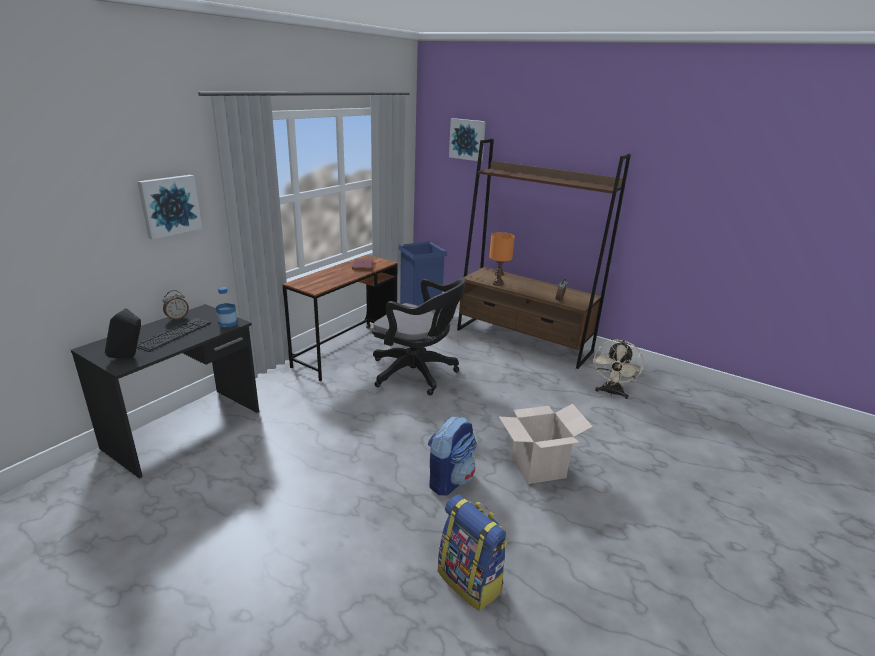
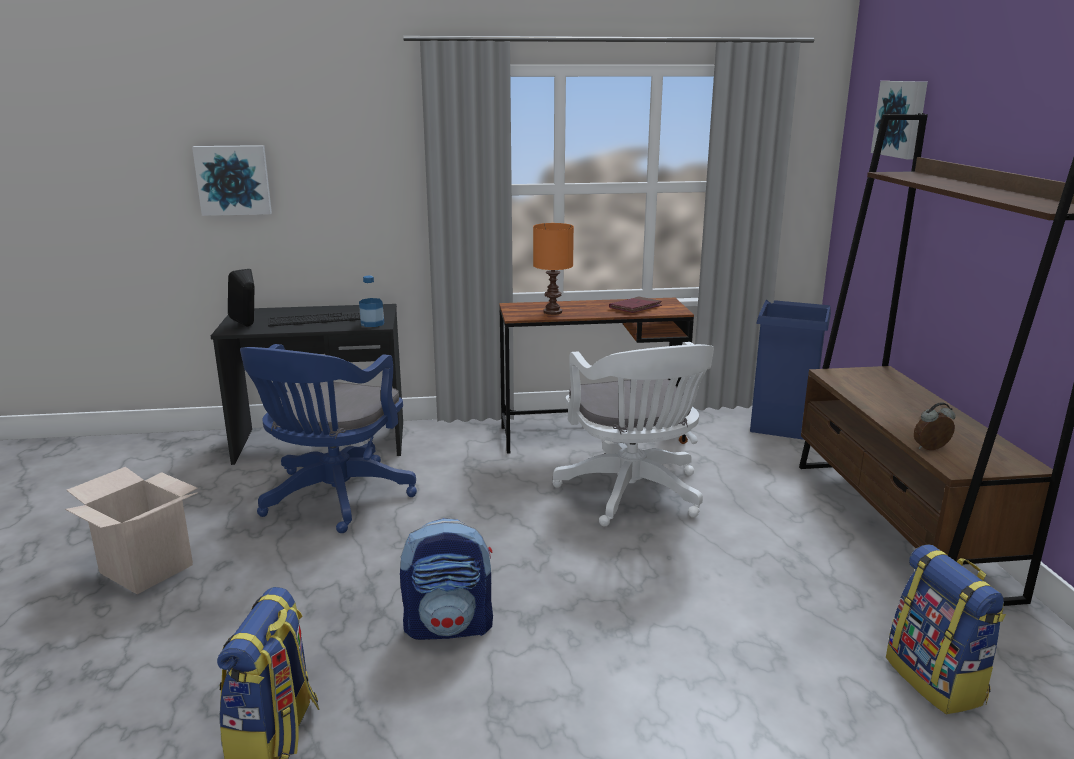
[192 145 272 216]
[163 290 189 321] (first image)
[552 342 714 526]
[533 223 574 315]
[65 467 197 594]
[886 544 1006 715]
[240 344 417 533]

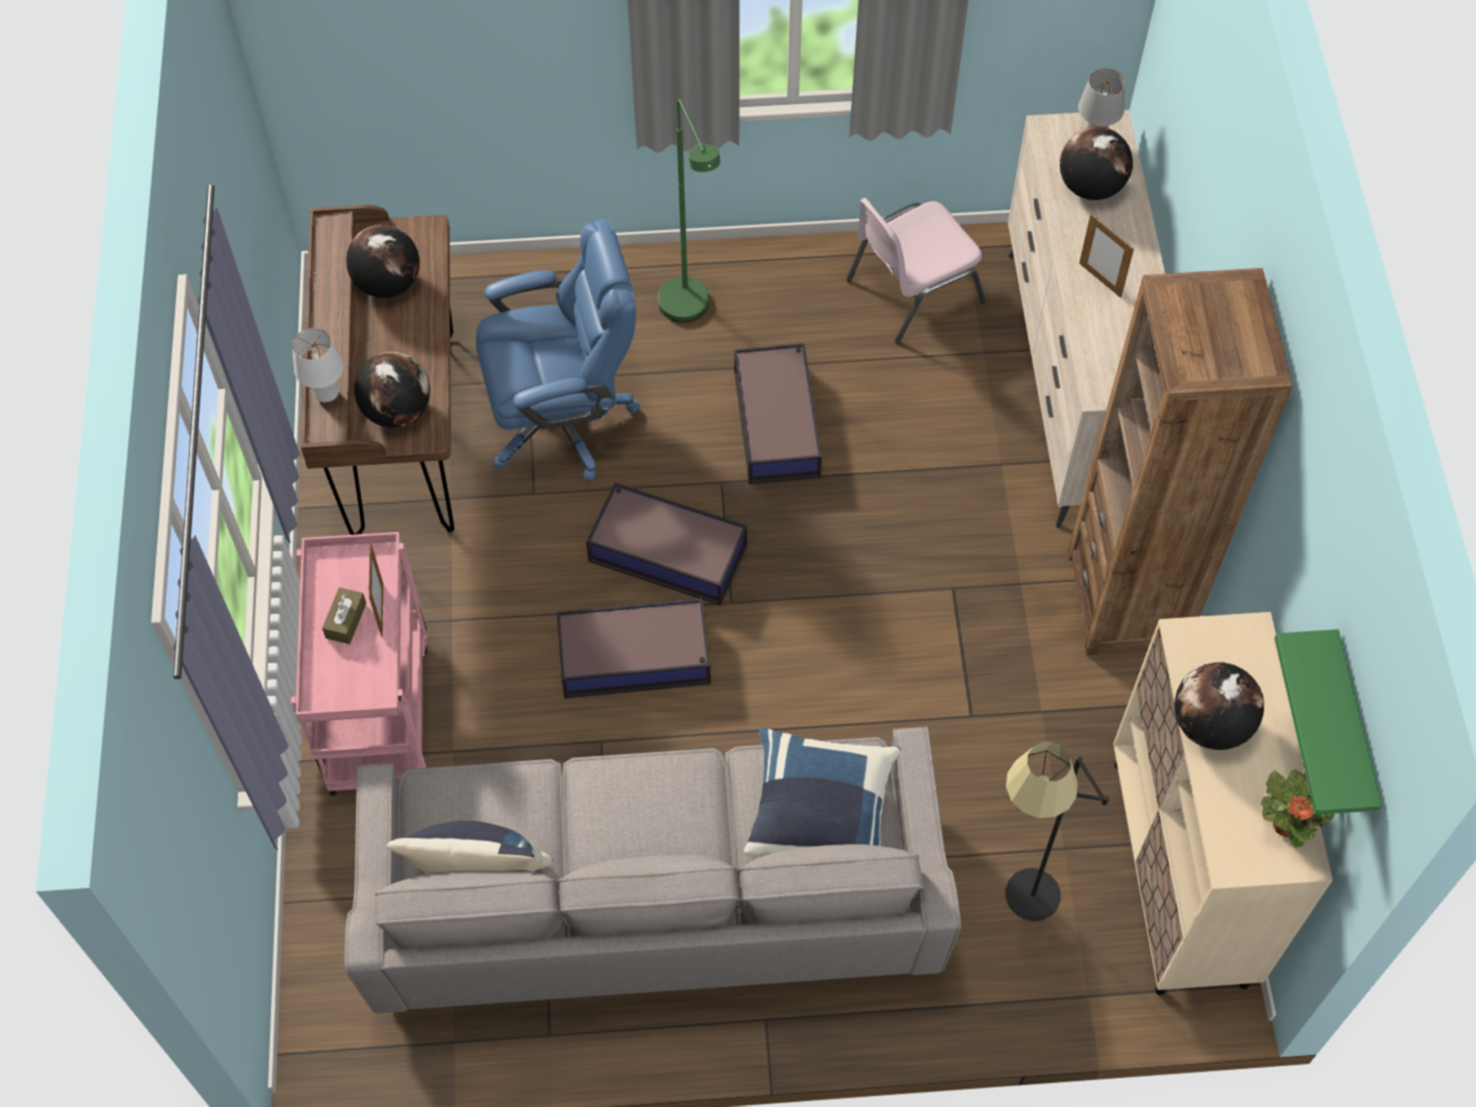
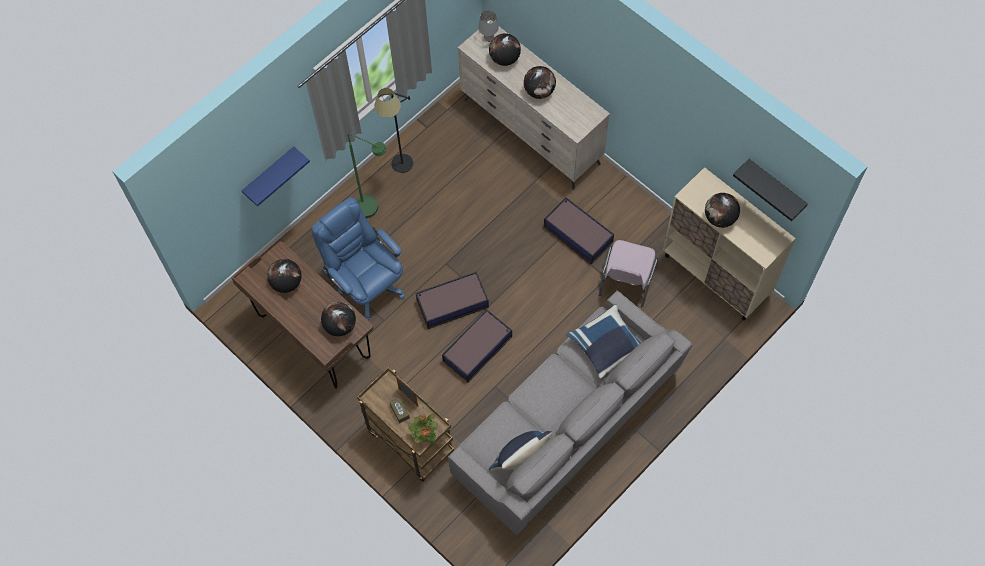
[357 367 454 482]
[292 328 343 403] (first image)
[312 197 405 321]
[544 197 614 264]
[599 240 658 307]
[374 88 413 173]
[1068 268 1293 655] (first image)
[524 66 556 99]
[408 414 438 443]
[733 159 808 221]
[242 147 310 207]

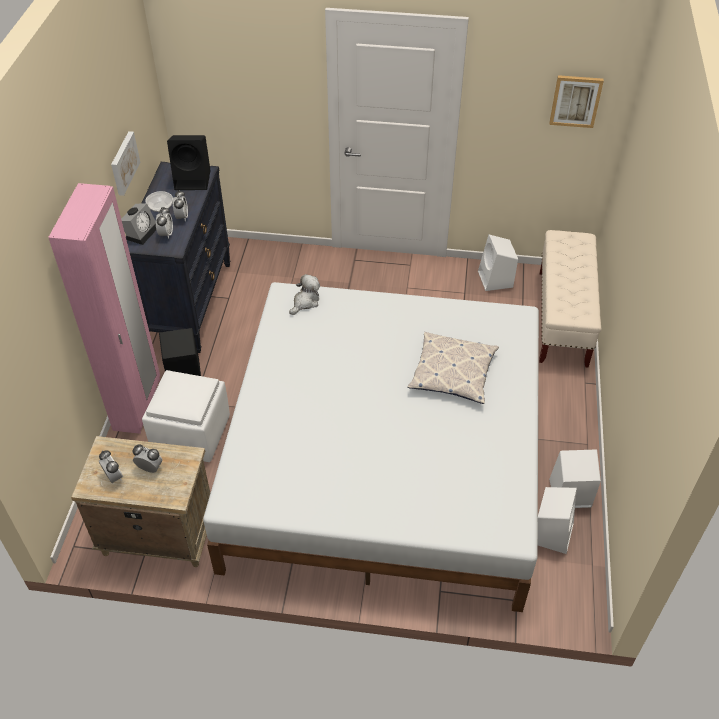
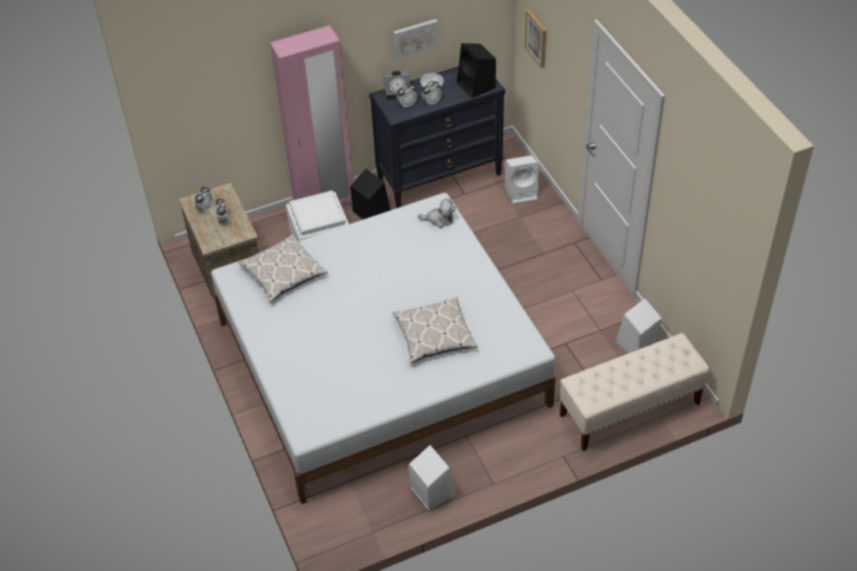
[505 155 538 204]
[525 9 547 68]
[238 234 328 302]

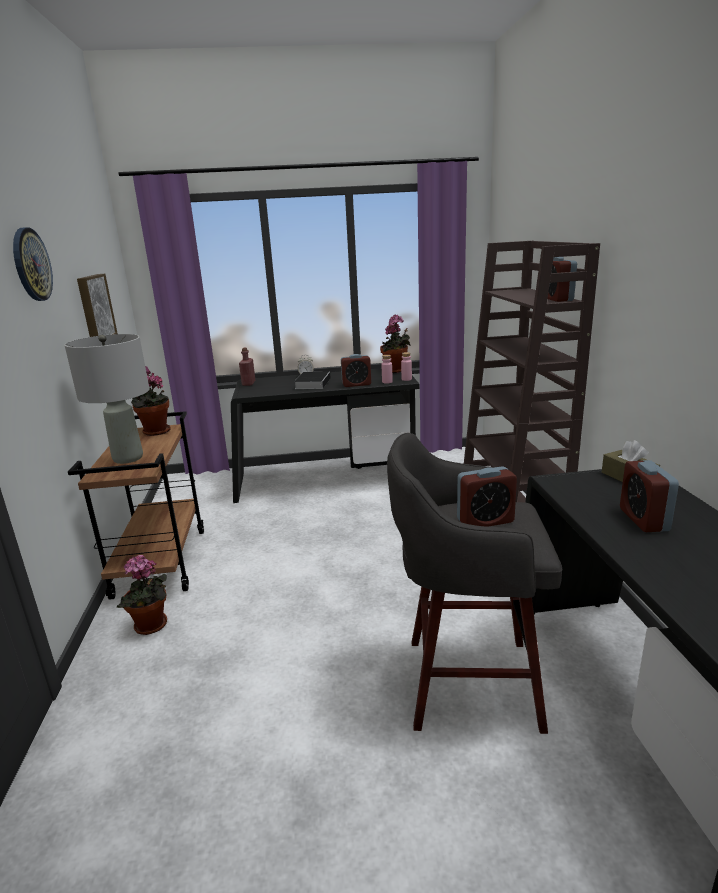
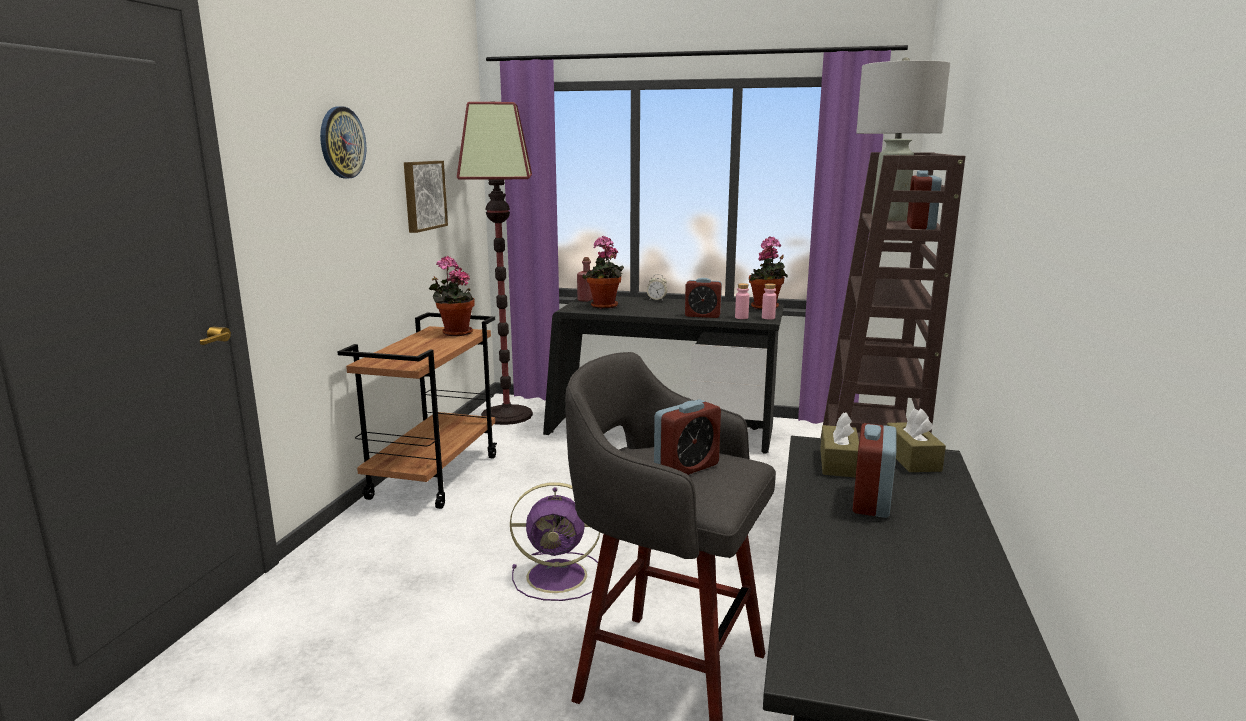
[856 57 950 221]
[582 236 624 309]
[294 372 331 389] (first image)
[654 399 721 475]
[457 102 533 425]
[510 482 600 601]
[820 412 859 478]

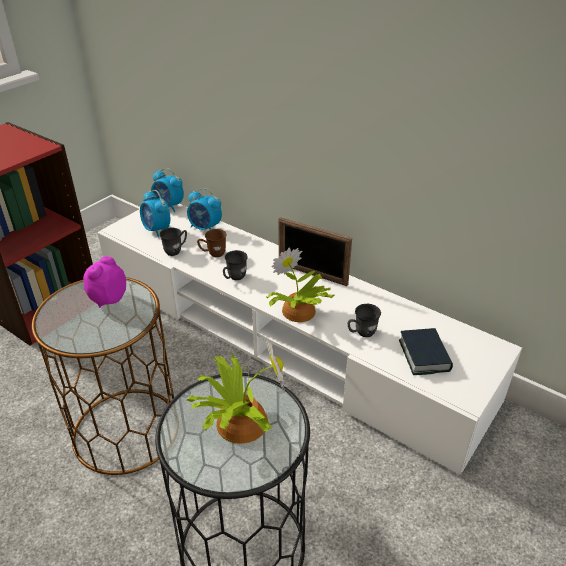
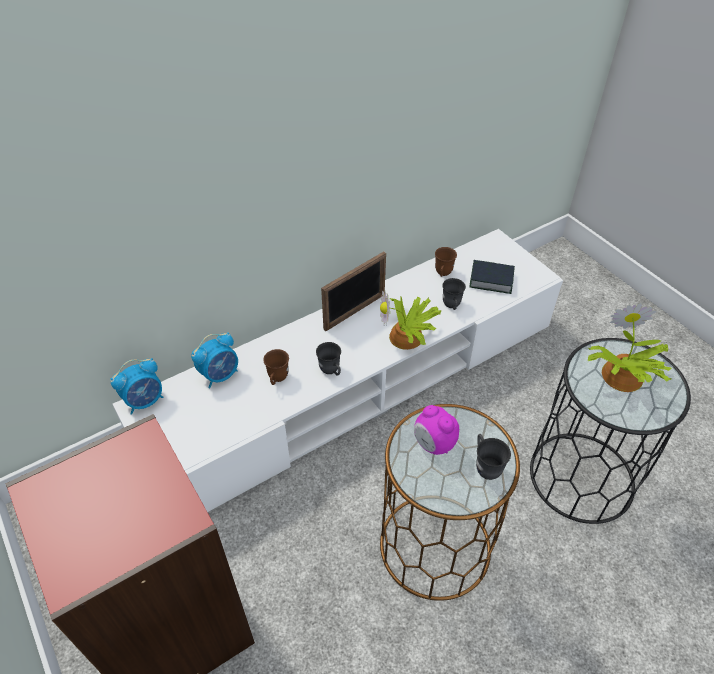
[140 190 170 237] (first image)
[476 434 511 480]
[435 247 457 277]

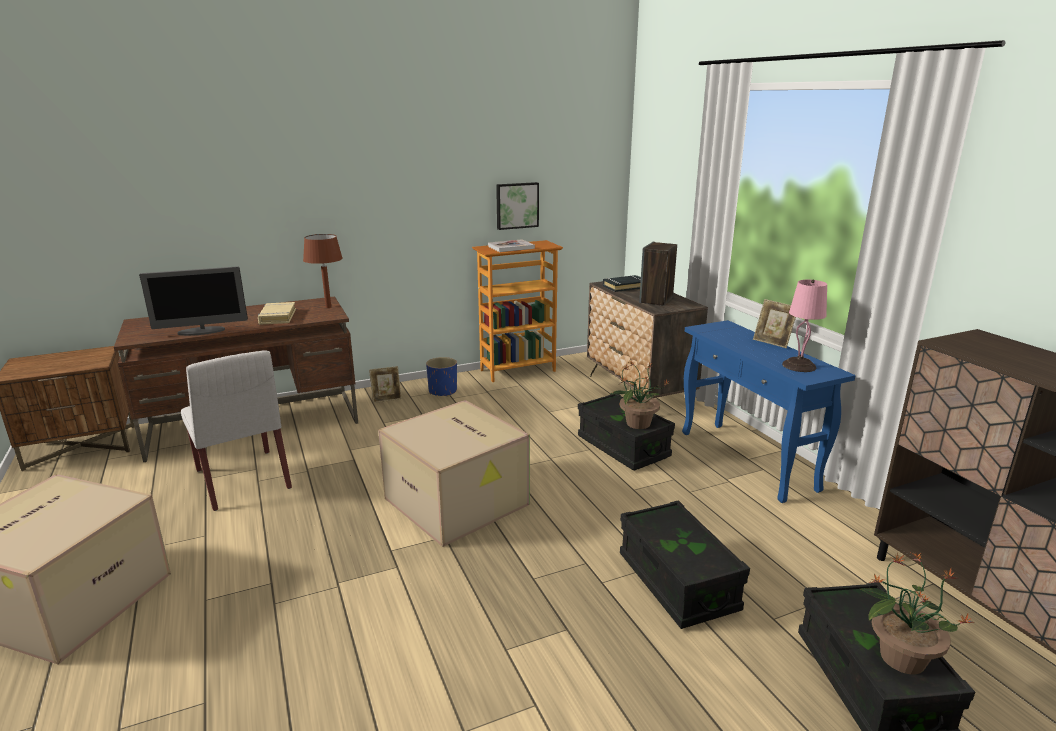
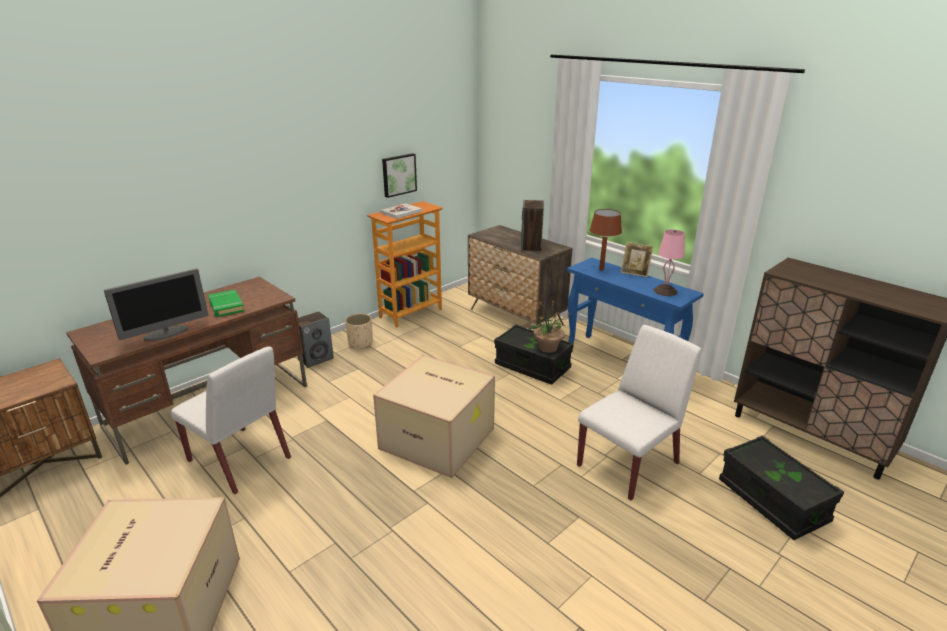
[208 290 245 317]
[590 209 622 271]
[298 311 334 368]
[345 314 373 348]
[603 275 641 292] (first image)
[577 325 702 501]
[861 553 974 674] (first image)

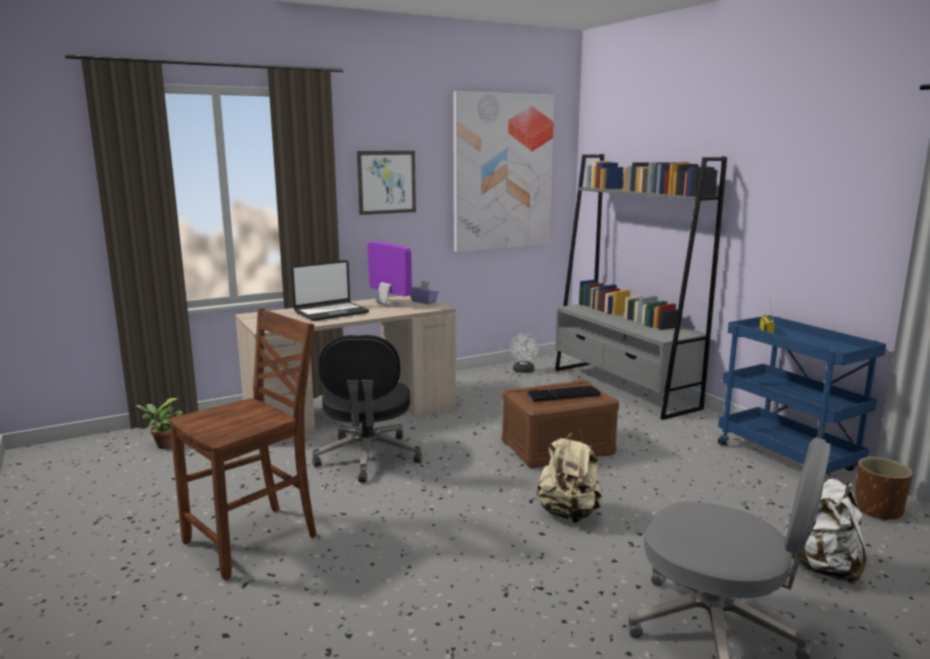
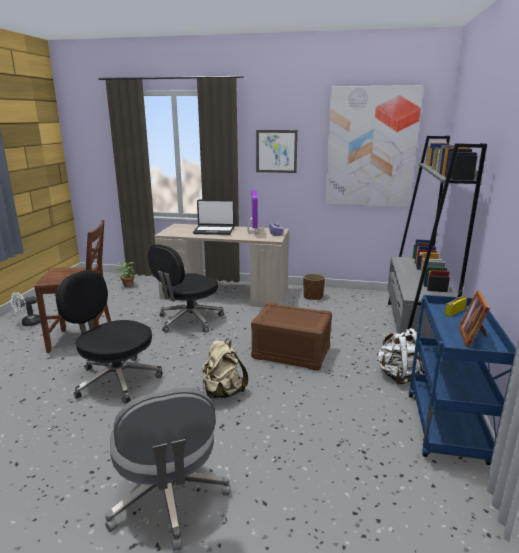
[11 292 41 326]
[527 386 601 402] (first image)
[376 328 425 384]
[303 273 325 300]
[56 270 163 404]
[459 290 490 347]

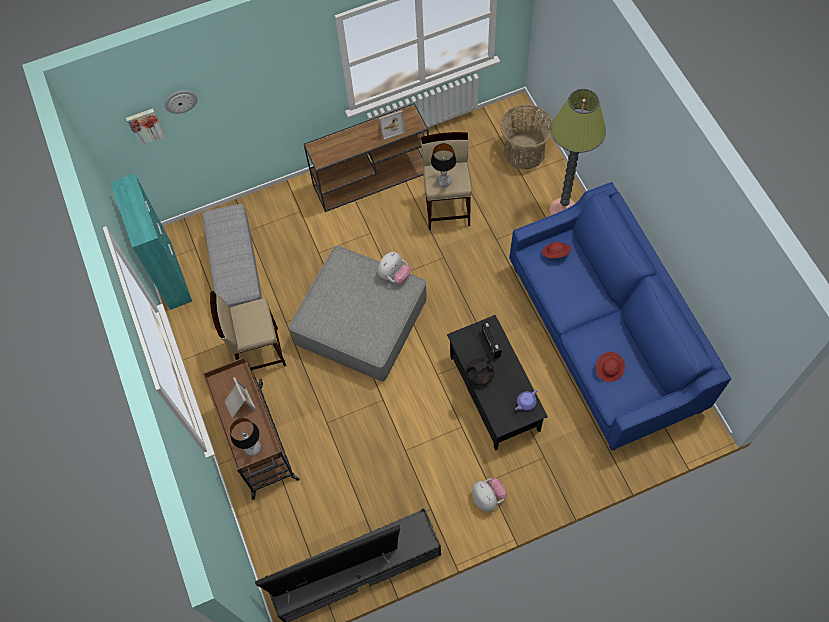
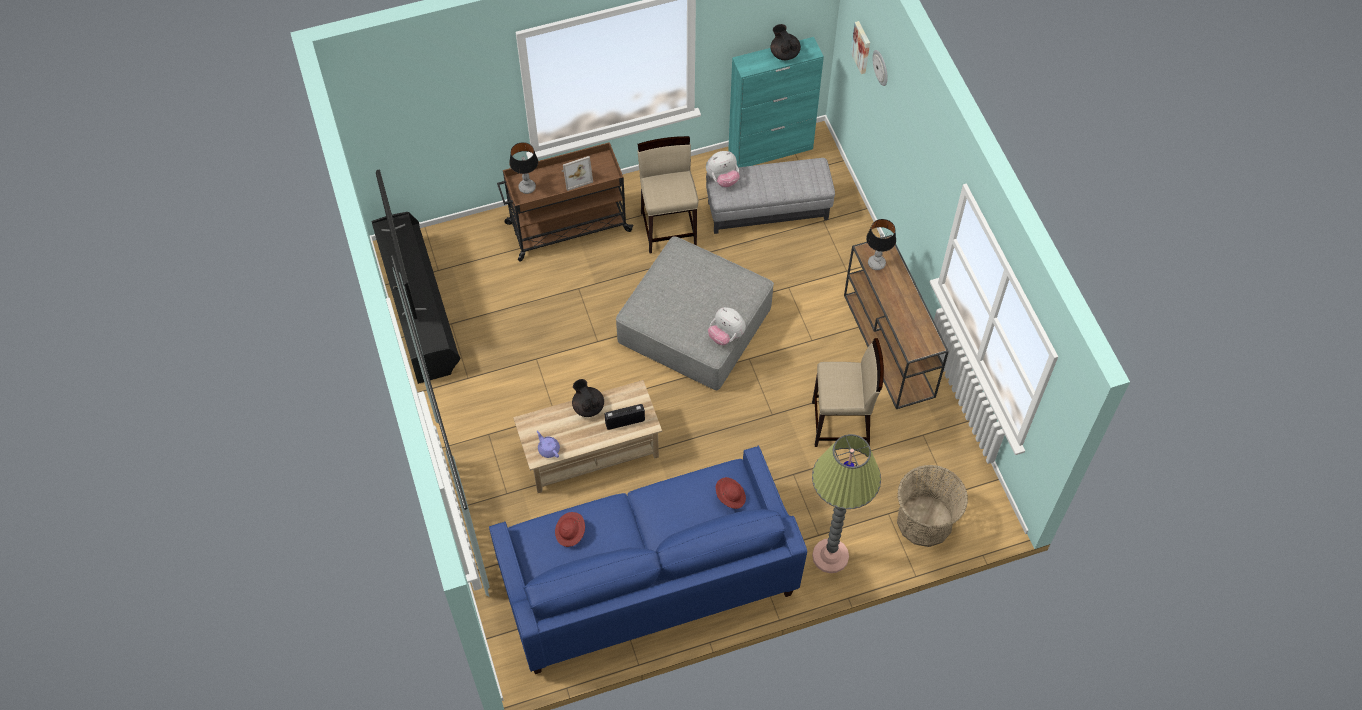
[378 110 406 141] (first image)
[866 219 896 270]
[513 380 662 493]
[706 151 740 187]
[770 24 801 60]

